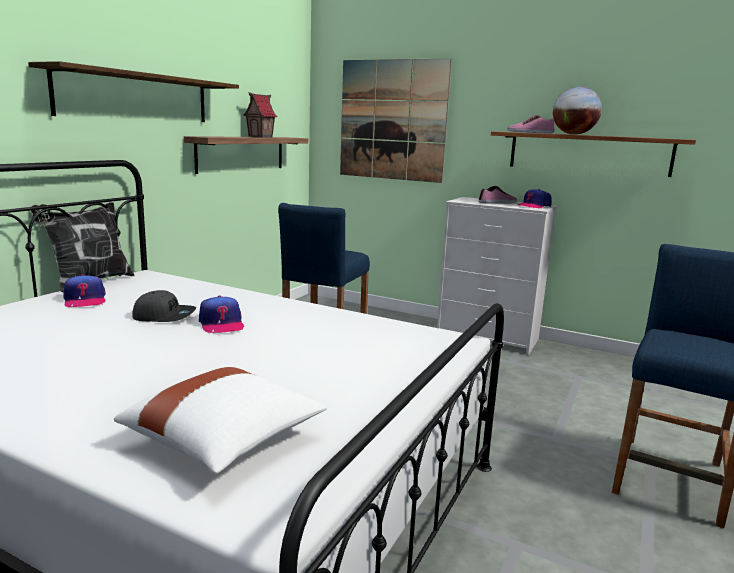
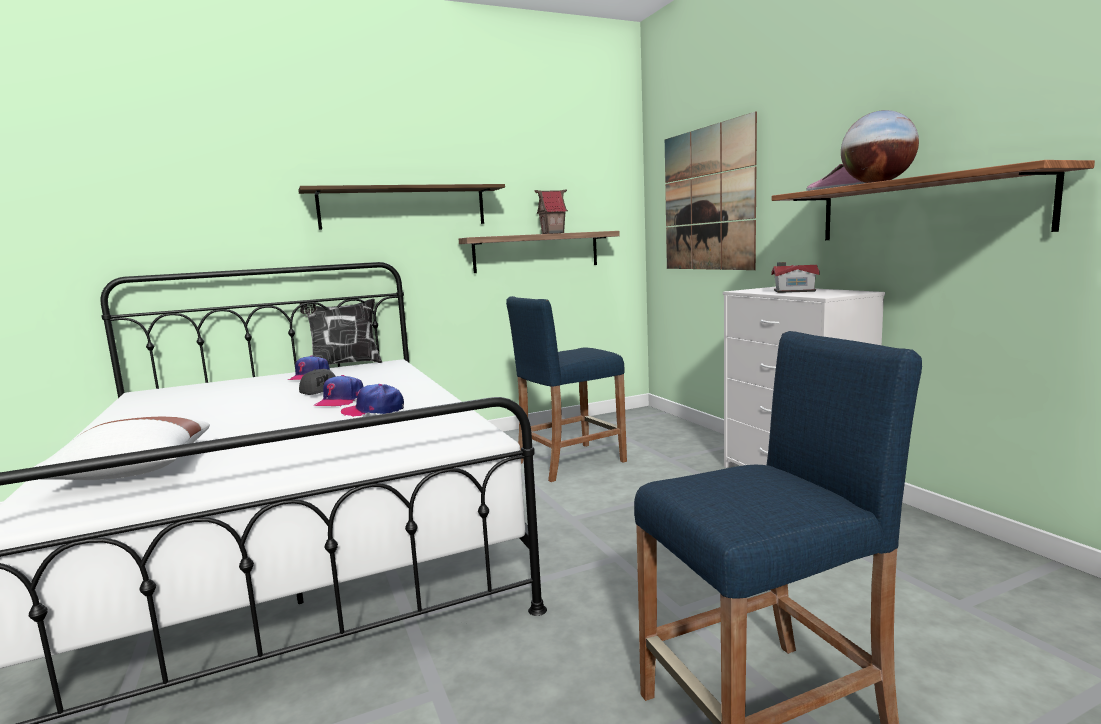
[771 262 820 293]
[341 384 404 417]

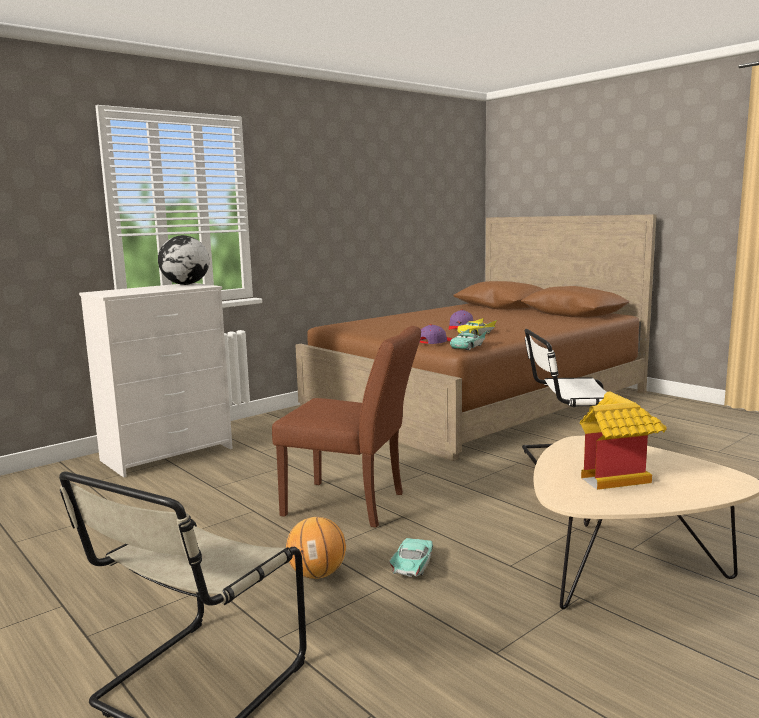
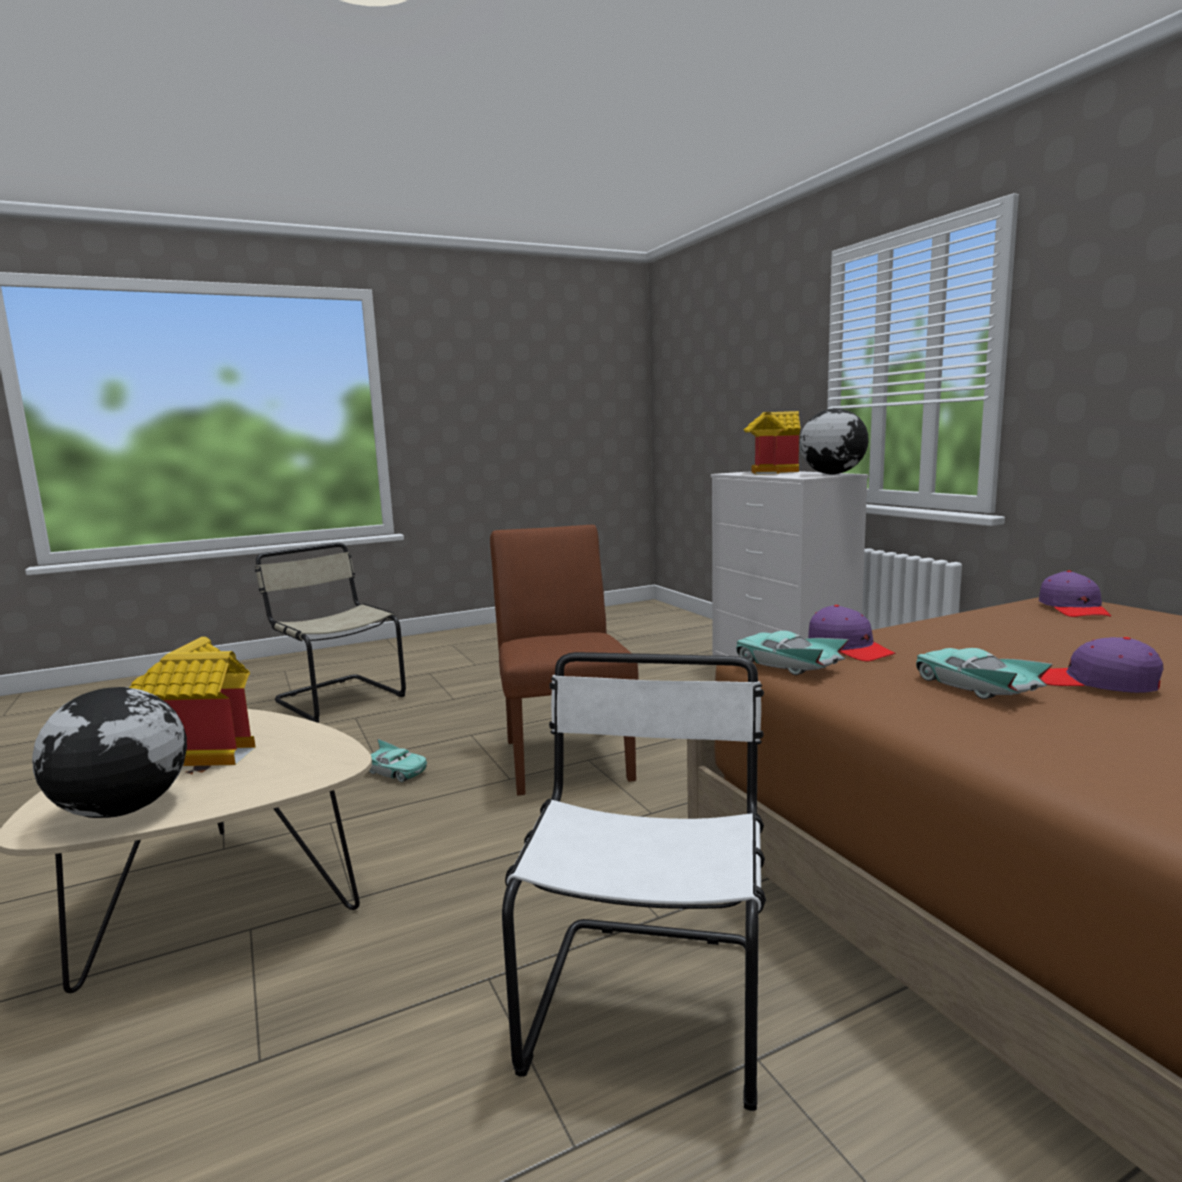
[490 525 639 796]
[286 517 346 579] (first image)
[916 648 1053 699]
[32 687 187 818]
[744 411 801 475]
[1039 571 1111 617]

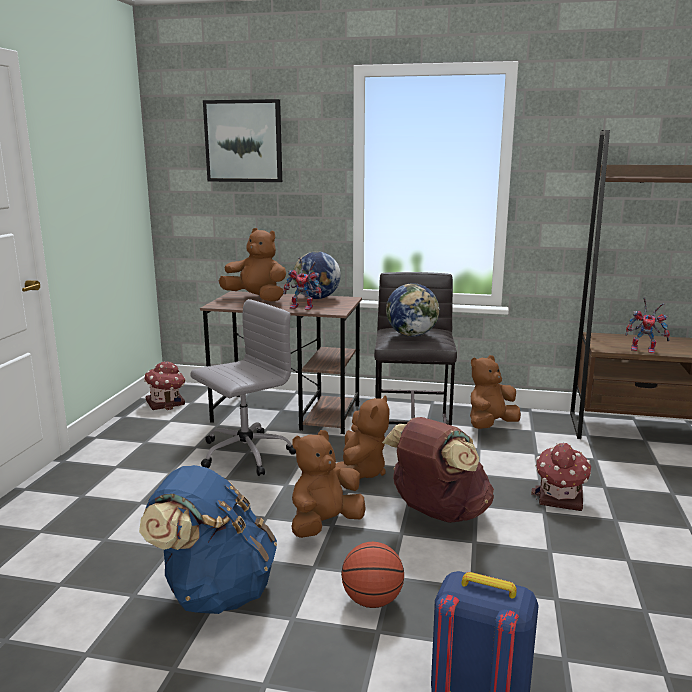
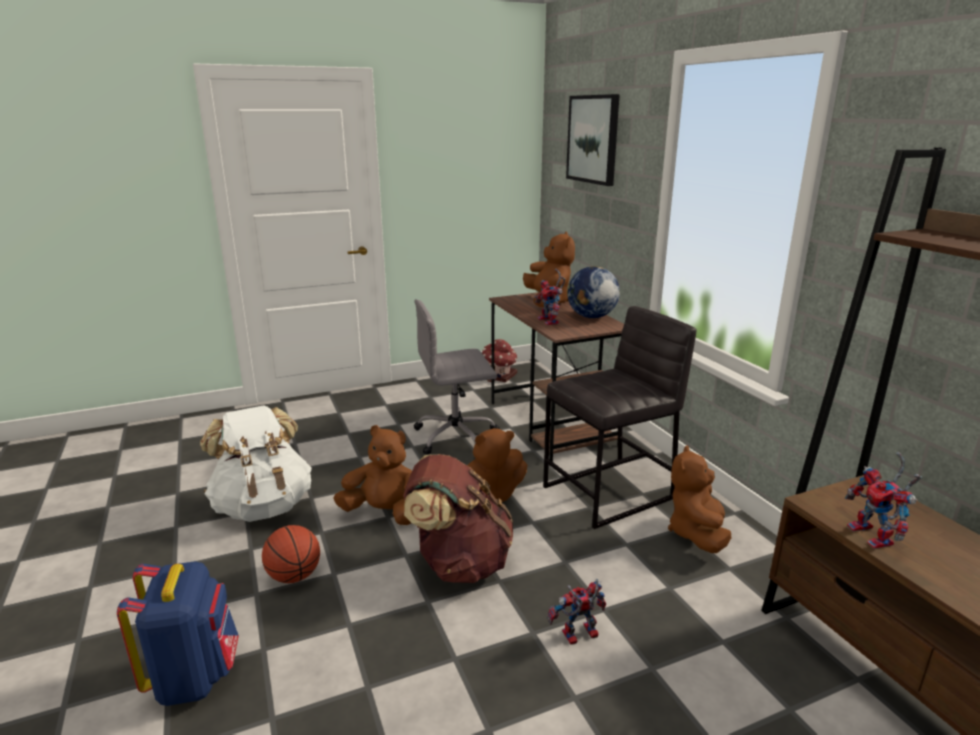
[200 405 312 522]
[414 299 500 455]
[386 283 439 337] (first image)
[668 445 731 553]
[547 579 606 645]

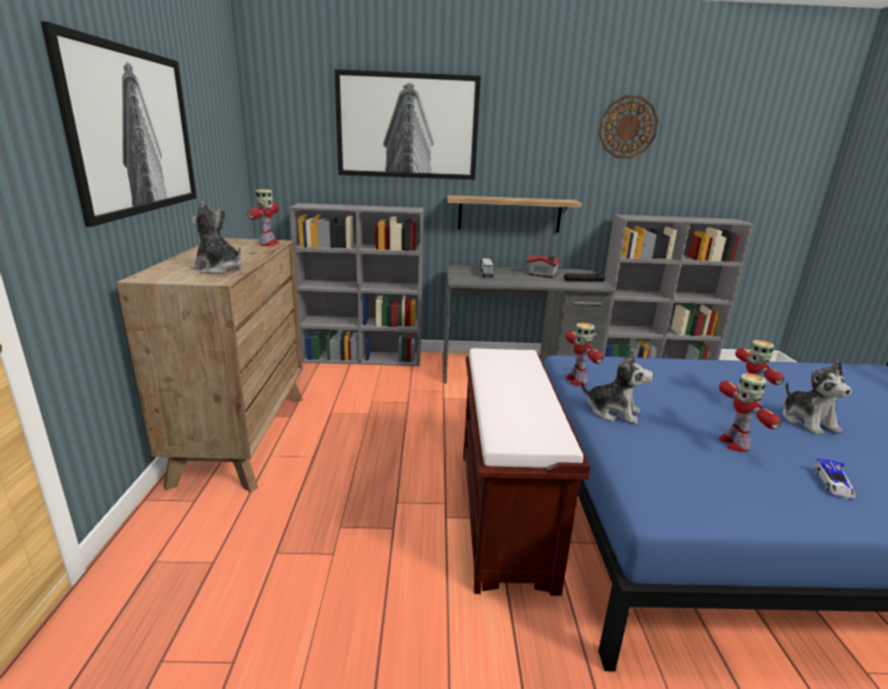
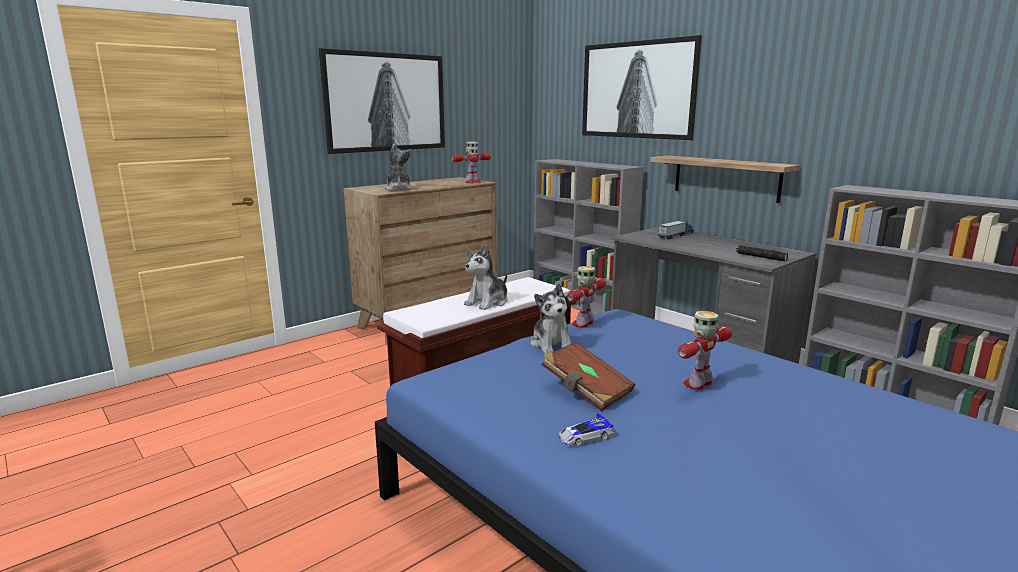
[527 255 561 278] (first image)
[598 95 659 159] (first image)
[542 342 635 411]
[464 245 508 310]

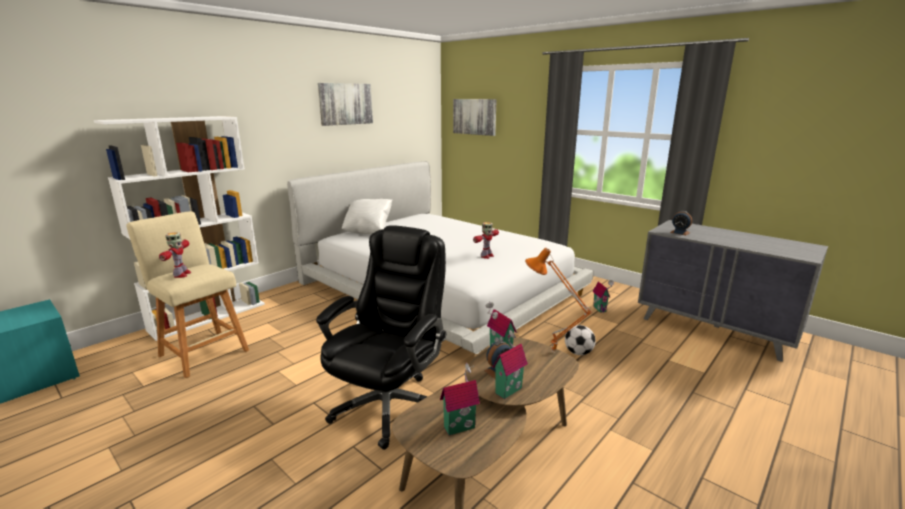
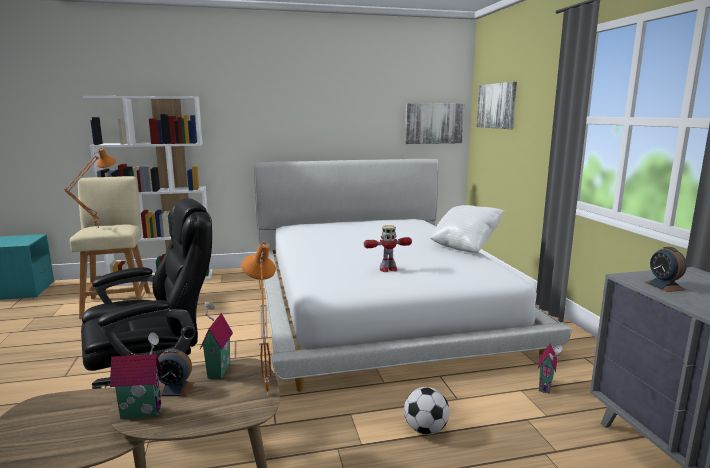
[64 148 116 228]
[405 103 464 144]
[430 205 505 253]
[440 363 480 435] (first image)

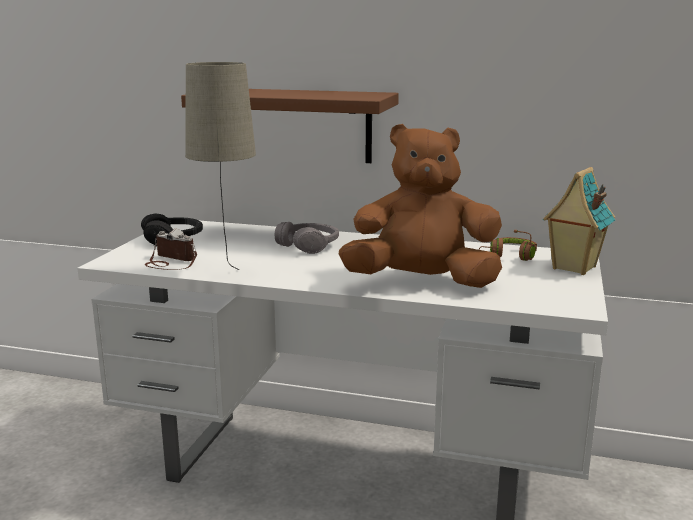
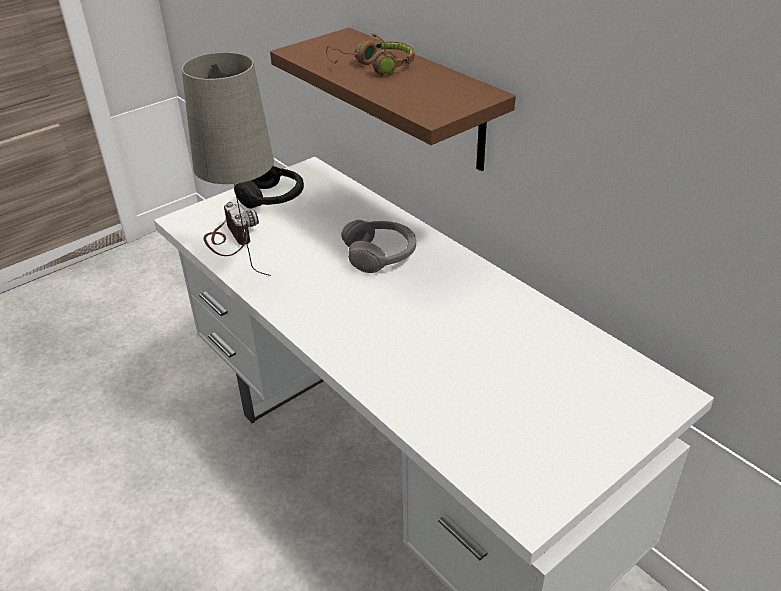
[339 124 502 288] (first image)
[326 33 415 75]
[543 167 615 275] (first image)

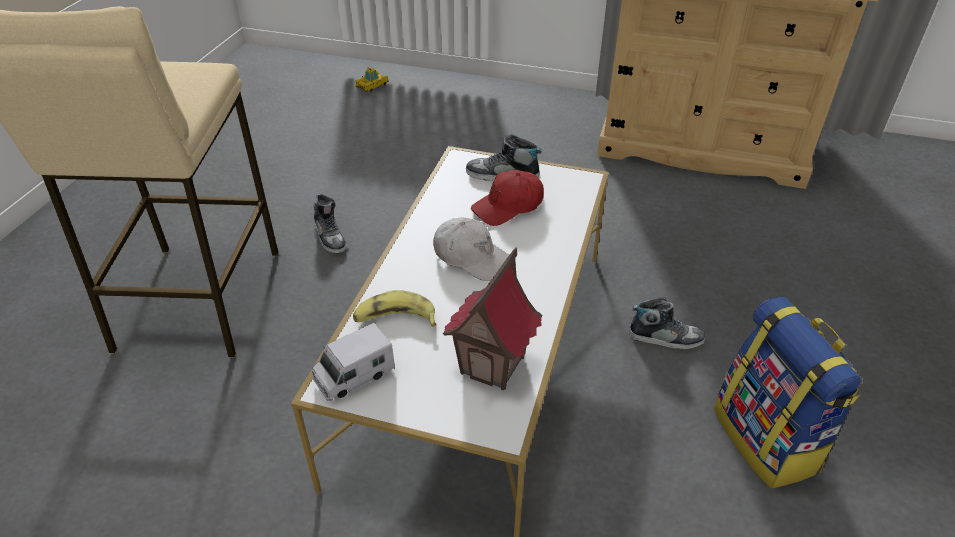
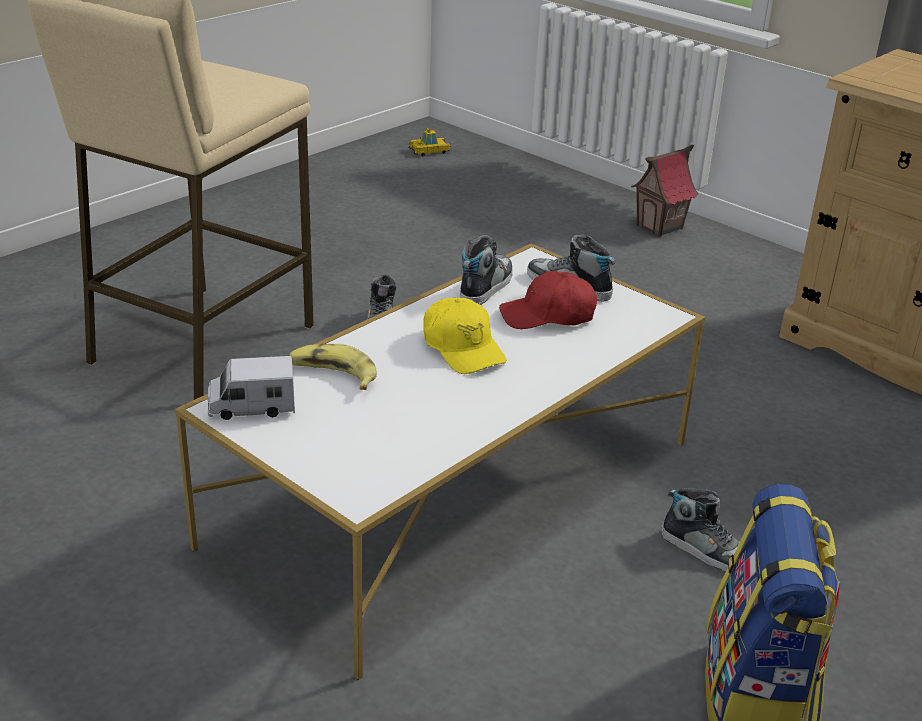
[409 128 451 157]
[423 298 507 374]
[631 145 699 237]
[460 235 513 305]

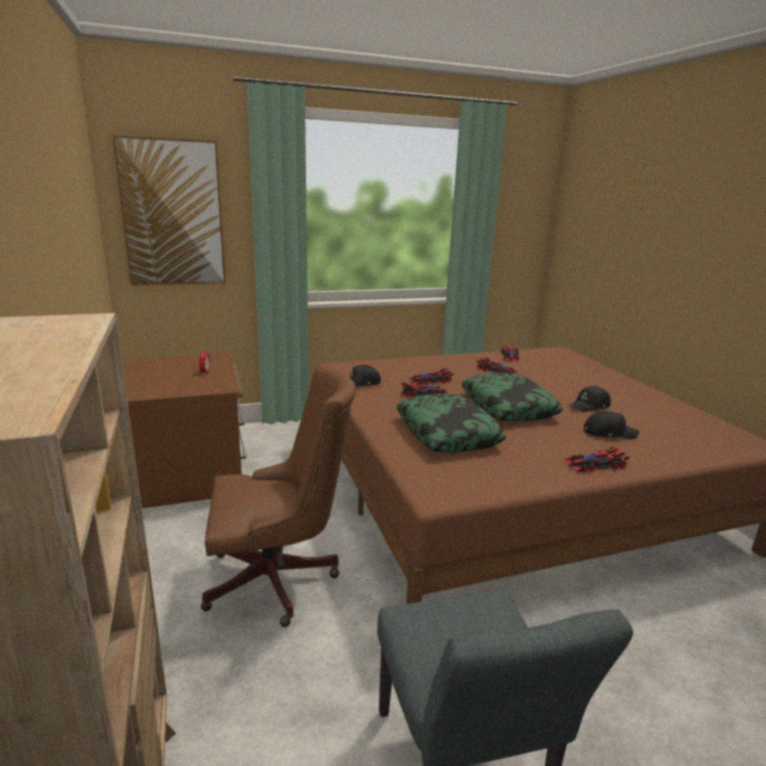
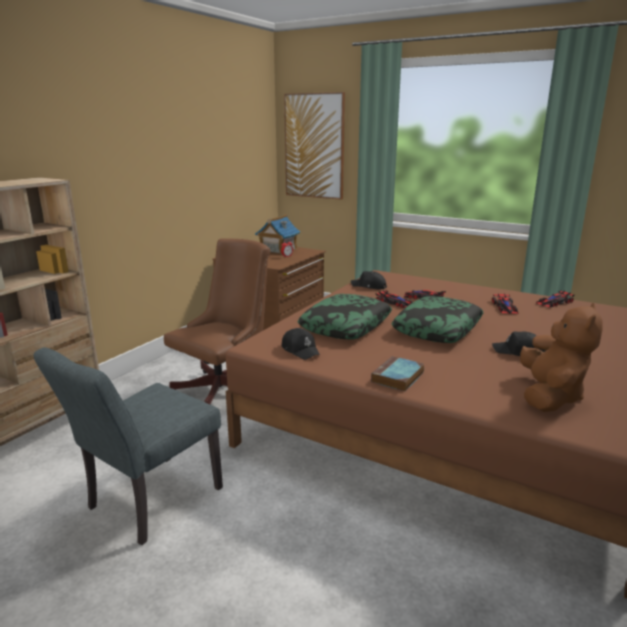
[164 238 270 404]
[371 356 424 392]
[282 328 320 360]
[255 215 300 254]
[520 303 603 412]

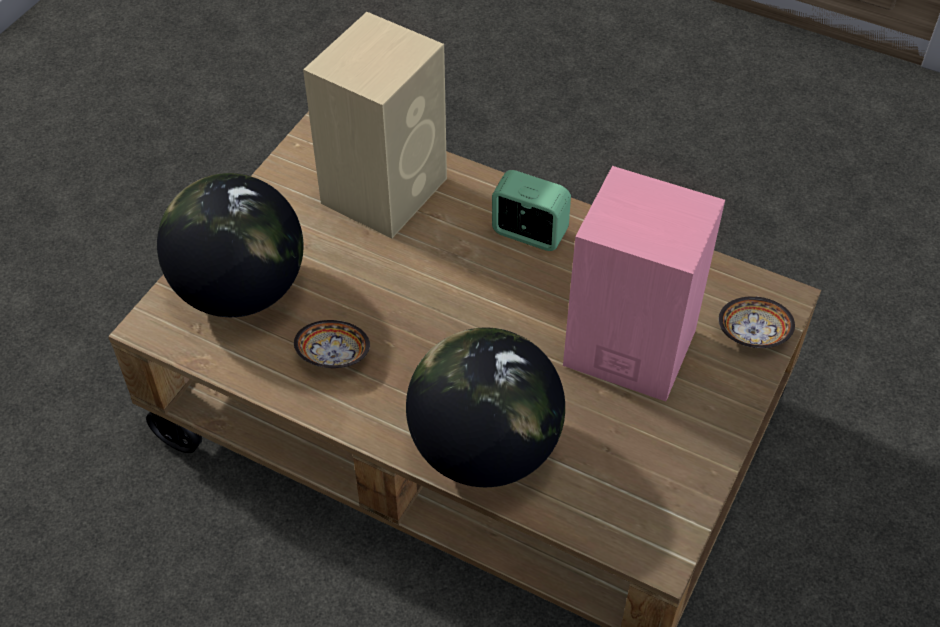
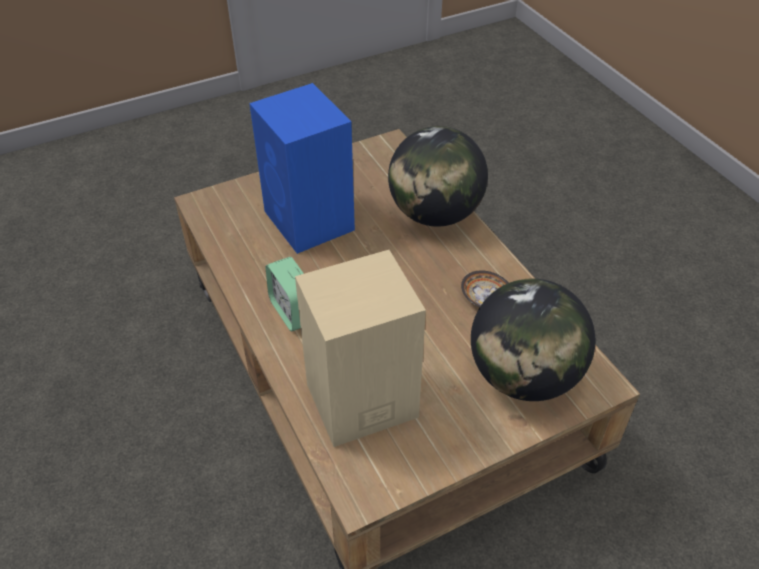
[249 83 355 254]
[718 296 795 348] (first image)

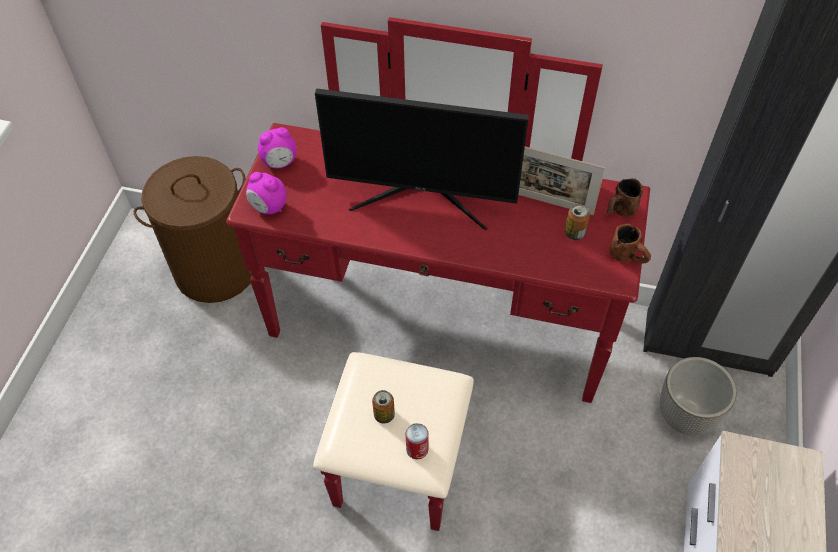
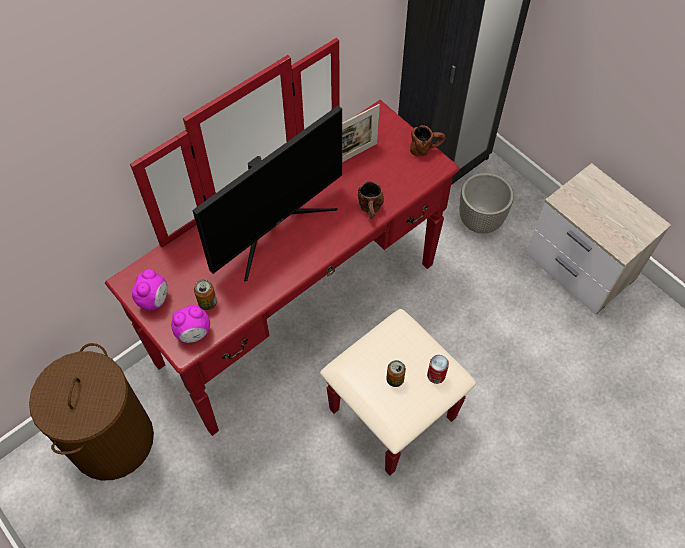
[194 280 217 310]
[358 181 384 219]

